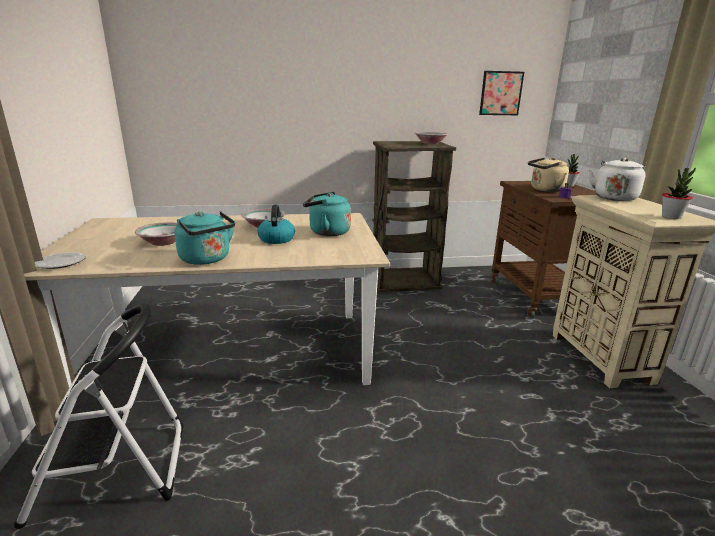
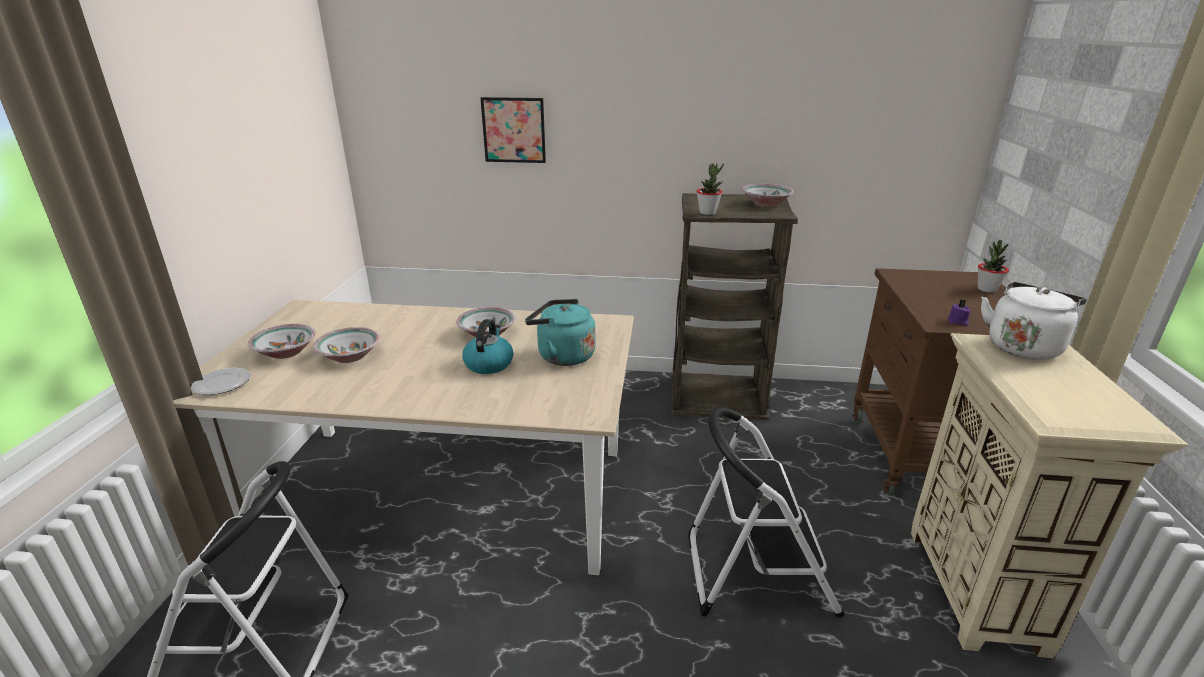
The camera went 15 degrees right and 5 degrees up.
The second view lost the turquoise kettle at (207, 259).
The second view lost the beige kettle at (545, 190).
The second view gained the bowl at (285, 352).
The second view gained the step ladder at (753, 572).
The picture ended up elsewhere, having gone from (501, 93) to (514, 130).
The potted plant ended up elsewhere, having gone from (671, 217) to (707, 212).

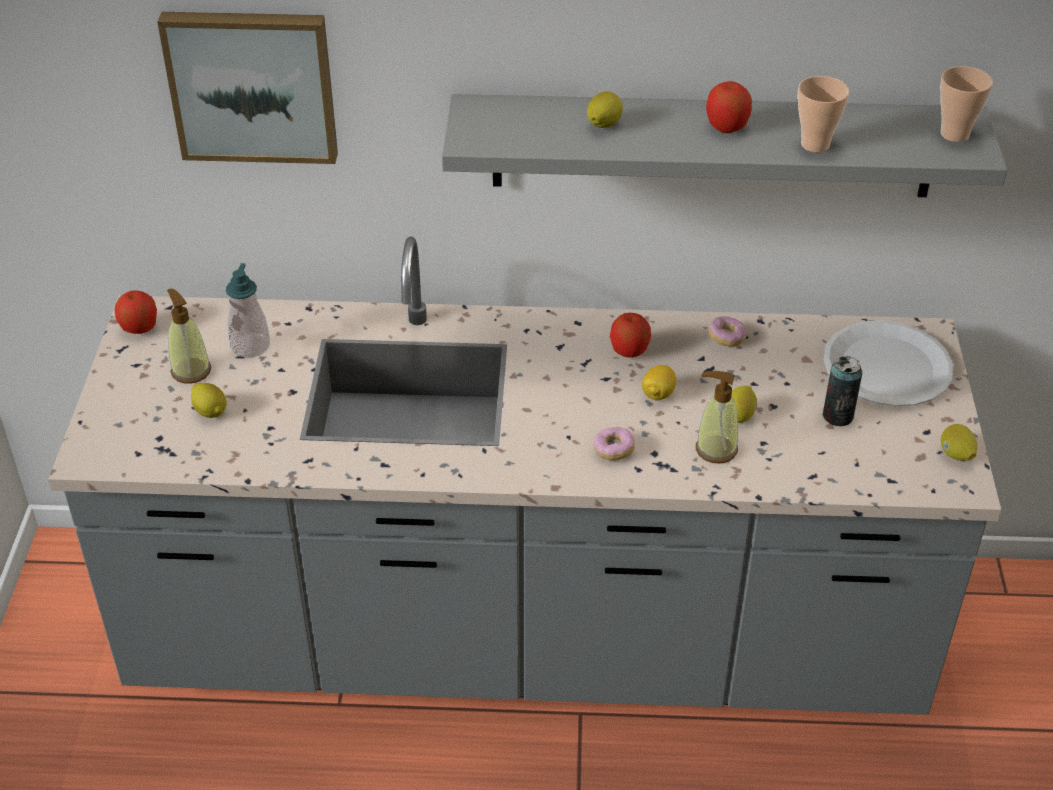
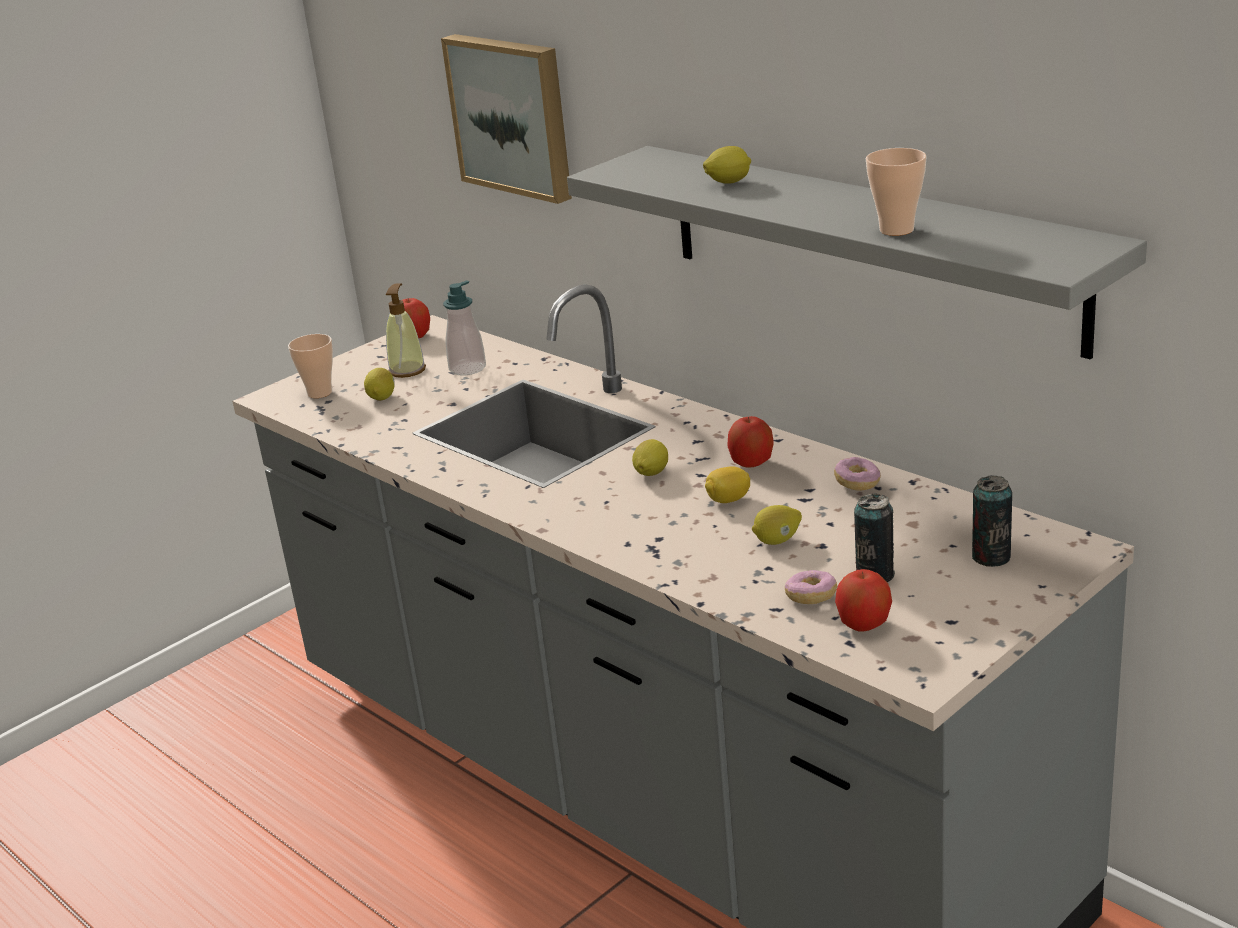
The camera went 45 degrees right and 15 degrees down.
The second view lost the soap dispenser at (715, 449).
The donut ended up elsewhere, having gone from (613, 450) to (811, 597).
The apple ended up elsewhere, having gone from (726, 127) to (864, 624).
The cup ended up elsewhere, having gone from (954, 134) to (320, 393).
The lemon ended up elsewhere, having gone from (955, 455) to (651, 474).
Where the white plate stood at (887, 366), the can came to stand at (991, 557).

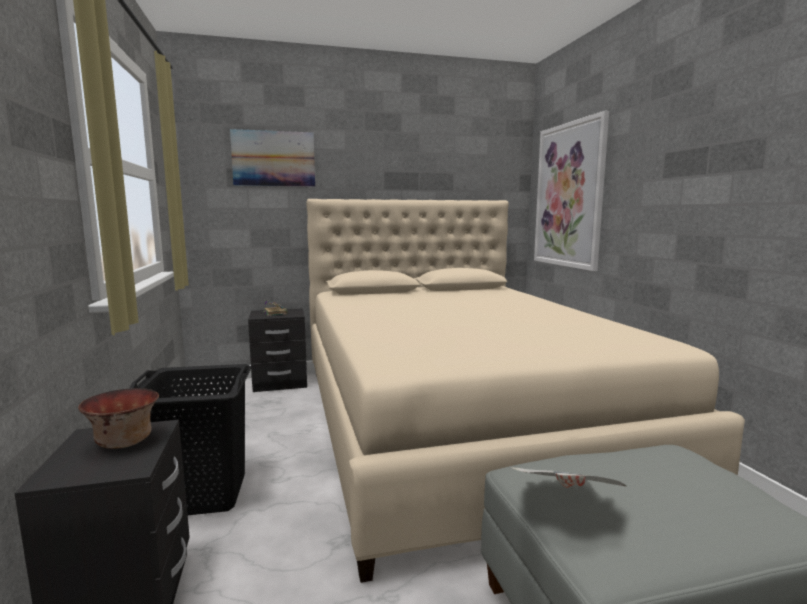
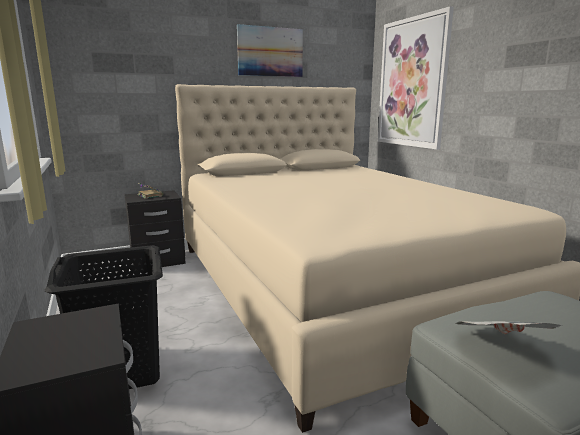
The camera went 10 degrees left and 5 degrees up.
The second view lost the bowl at (123, 442).
The picture ended up elsewhere, having gone from (273, 158) to (270, 52).

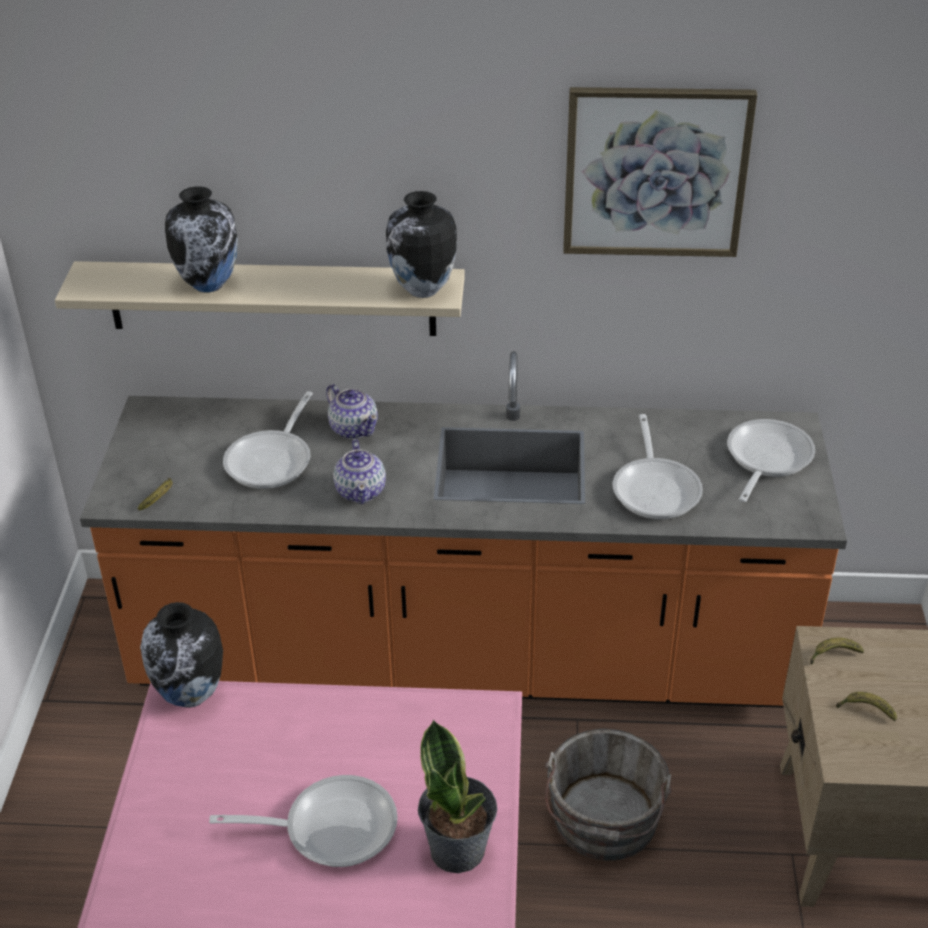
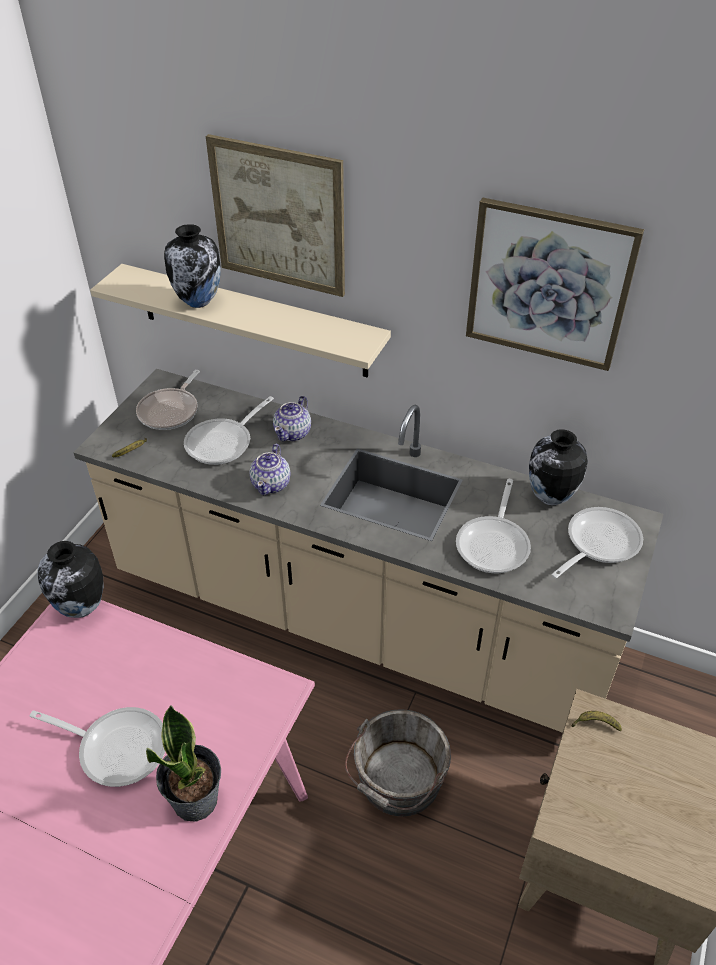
The camera went 20 degrees right and 5 degrees up.
The second view lost the banana at (866, 710).
The second view gained the frying pan at (170, 411).
The second view gained the picture at (278, 217).
The vase ended up elsewhere, having gone from (422, 290) to (550, 498).
What was the orange counter at (466, 659) turned into the beige counter at (358, 618).
The teapot at (353, 428) ended up facing another way, 45 degrees clockwise from before.

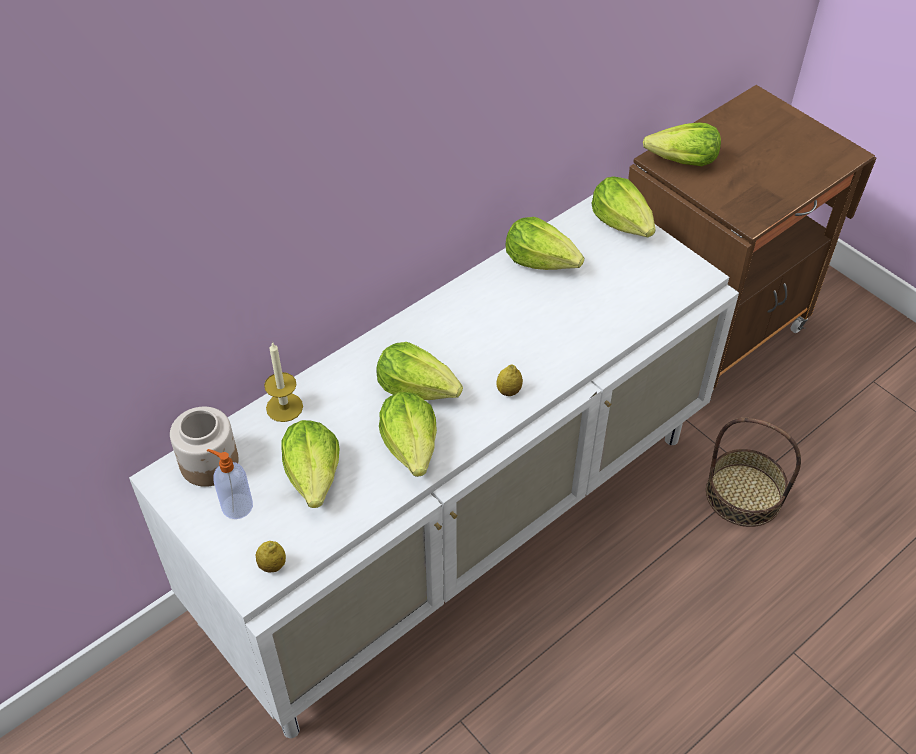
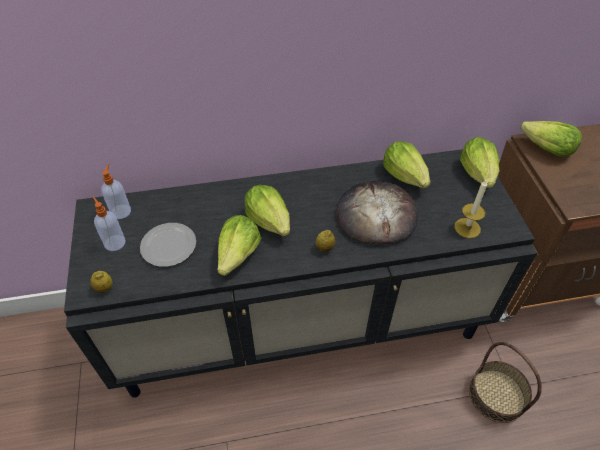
The camera went 30 degrees right and 0 degrees up.
The second view gained the bread at (376, 215).
The candle ended up elsewhere, having gone from (284, 407) to (467, 228).
Where the jar stood at (209, 463), the soap dispenser came to stand at (121, 211).
Where the lettuce stood at (314, 476), the plate came to stand at (169, 246).
What was the white cabinet at (457, 529) turned into the black cabinet at (300, 324).

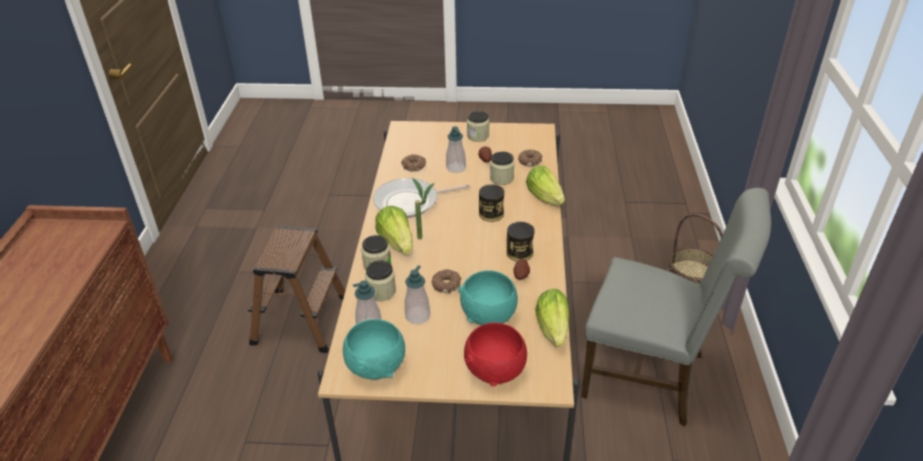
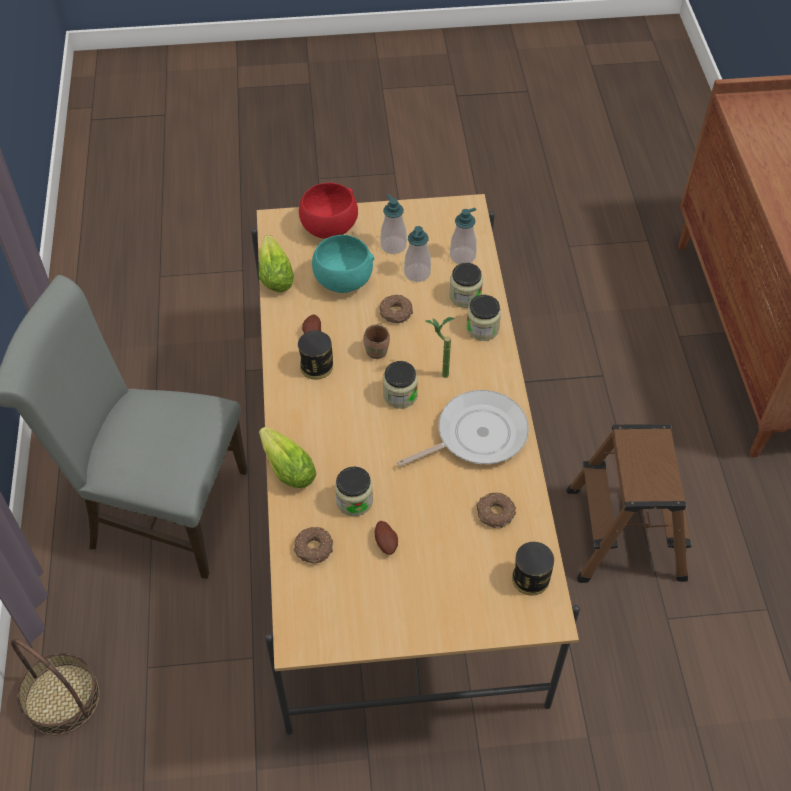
The camera went 170 degrees right and 15 degrees up.
The second view lost the turquoise bowl at (377, 366).
The second view lost the lettuce at (397, 242).
The second view gained the brown mug at (378, 351).
The soap dispenser ended up elsewhere, having gone from (456, 168) to (393, 245).
The jar ended up elsewhere, having gone from (478, 136) to (400, 395).
The can ended up elsewhere, having gone from (491, 214) to (530, 578).

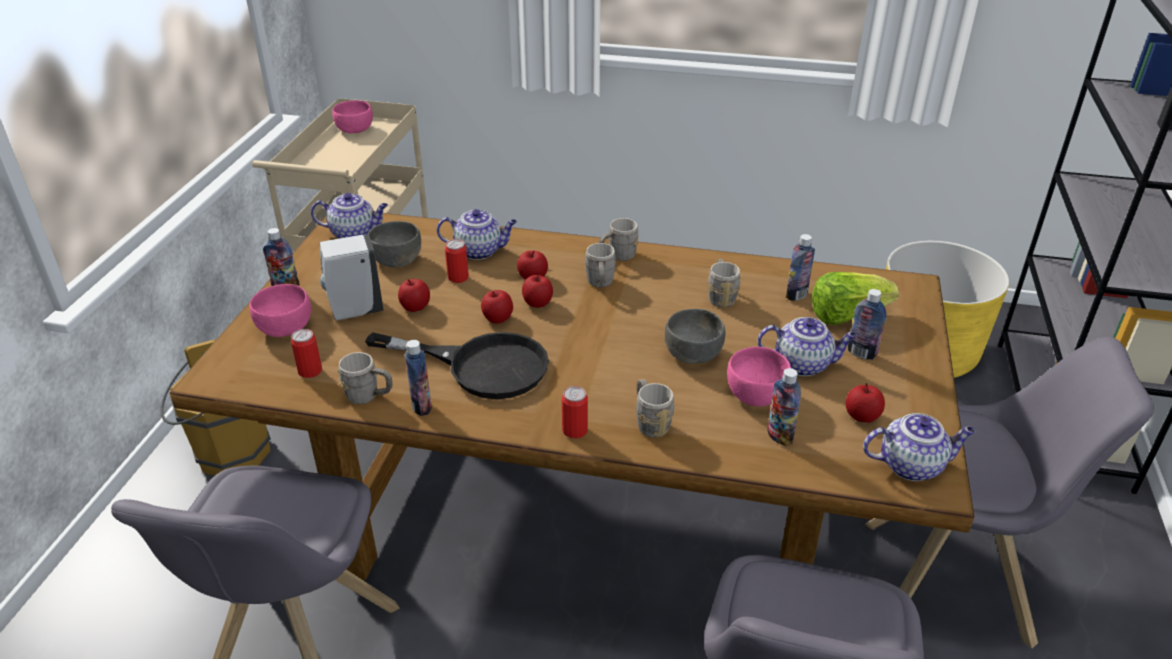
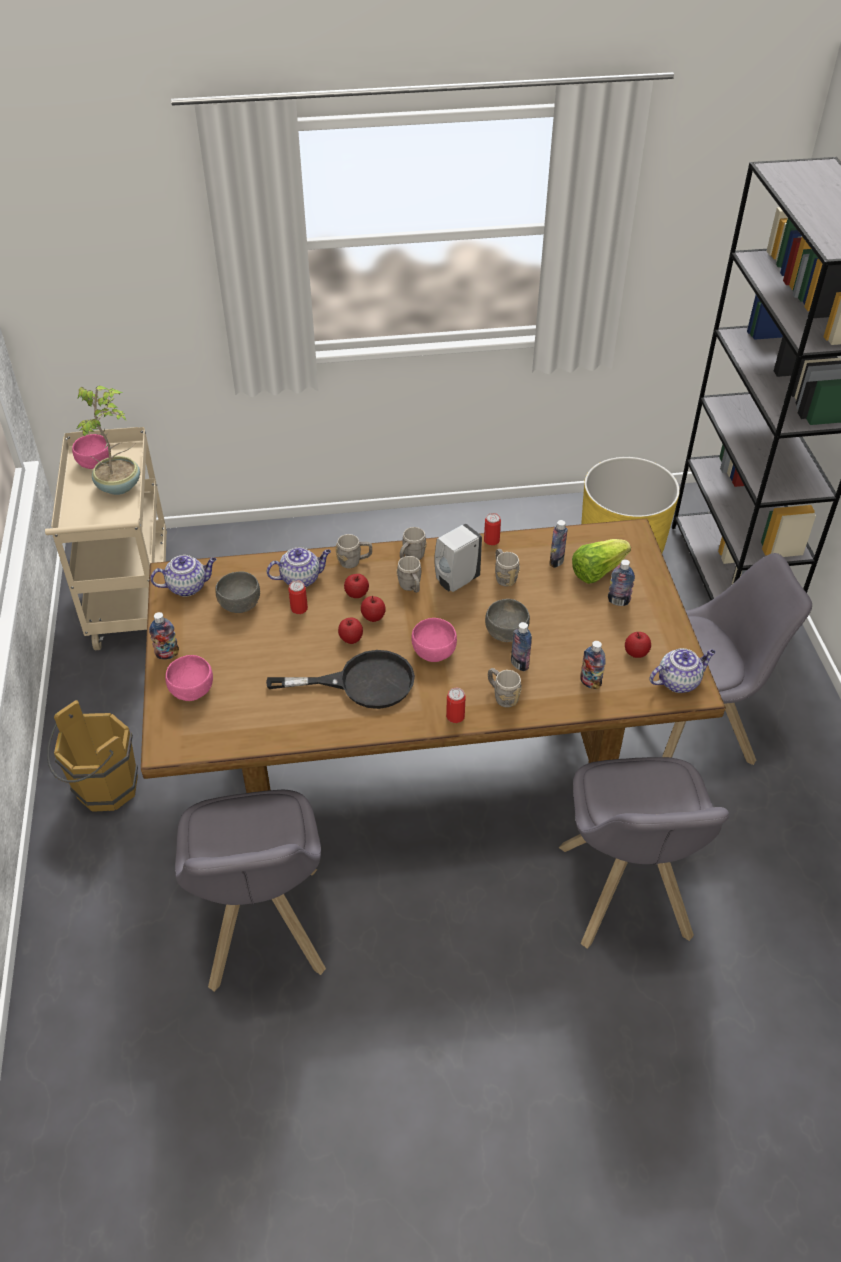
The camera went 20 degrees left and 10 degrees up.
The second view lost the apple at (415, 307).
The second view lost the teapot at (803, 364).
The second view gained the potted plant at (120, 486).
The can ended up elsewhere, having gone from (310, 371) to (491, 540).
The white soap dispenser ended up elsewhere, having gone from (354, 311) to (456, 581).
The grey mug ended up elsewhere, having gone from (369, 396) to (354, 561).
The bottle ended up elsewhere, having gone from (421, 406) to (519, 664).
The pink bowl ended up elsewhere, having gone from (756, 395) to (434, 652).

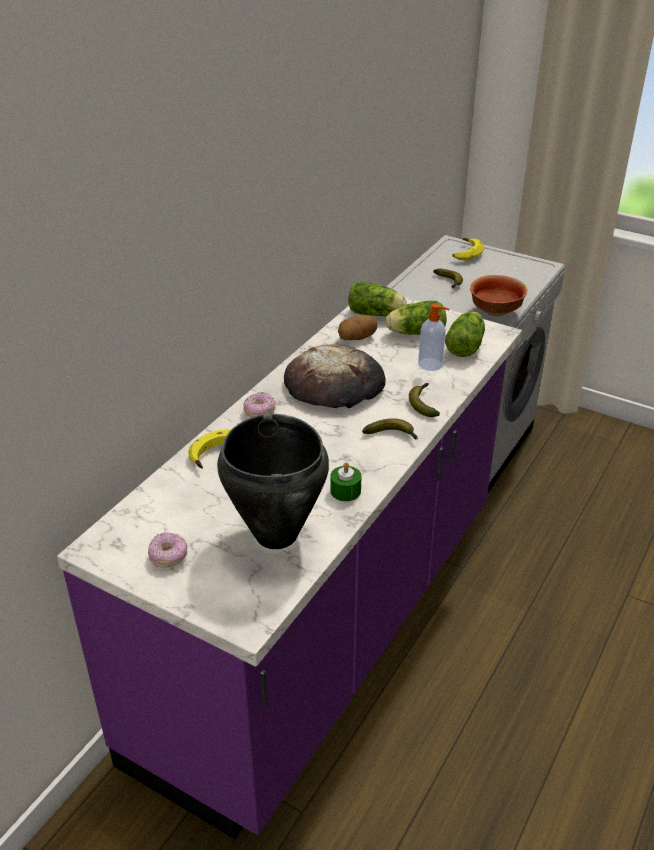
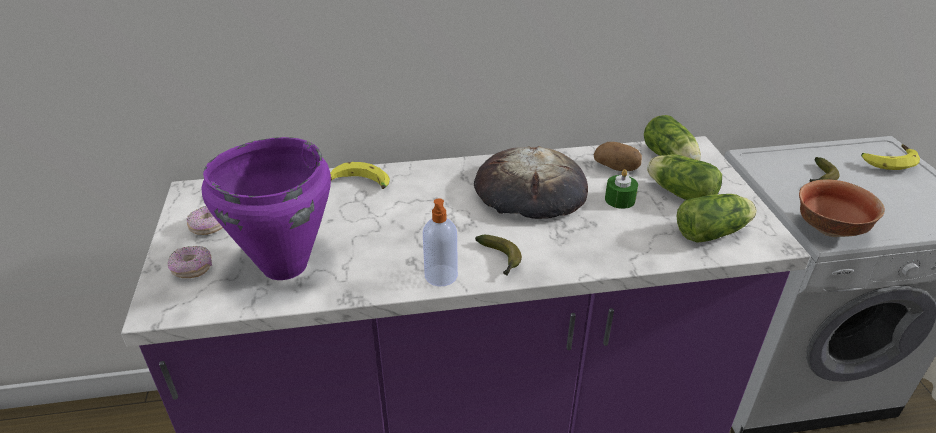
The camera went 50 degrees right and 0 degrees up.
The second view lost the banana at (423, 403).
The donut ended up elsewhere, having gone from (260, 412) to (192, 269).
The green candle ended up elsewhere, having gone from (345, 491) to (620, 199).
The soap dispenser ended up elsewhere, having gone from (431, 365) to (441, 276).
What was the black cooking pot at (275, 535) turned into the purple cooking pot at (283, 265).

